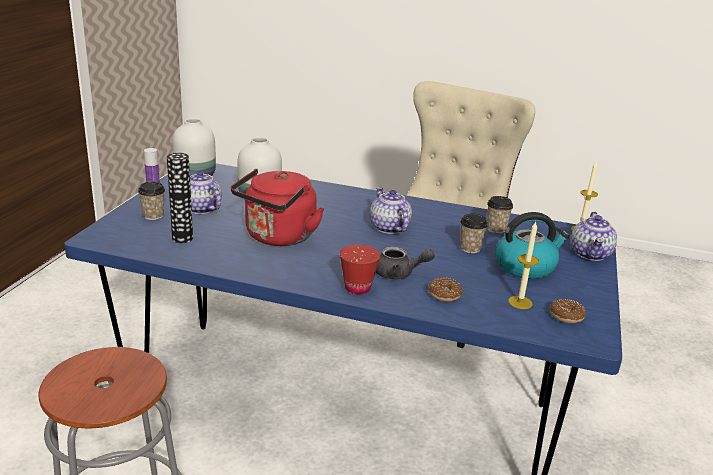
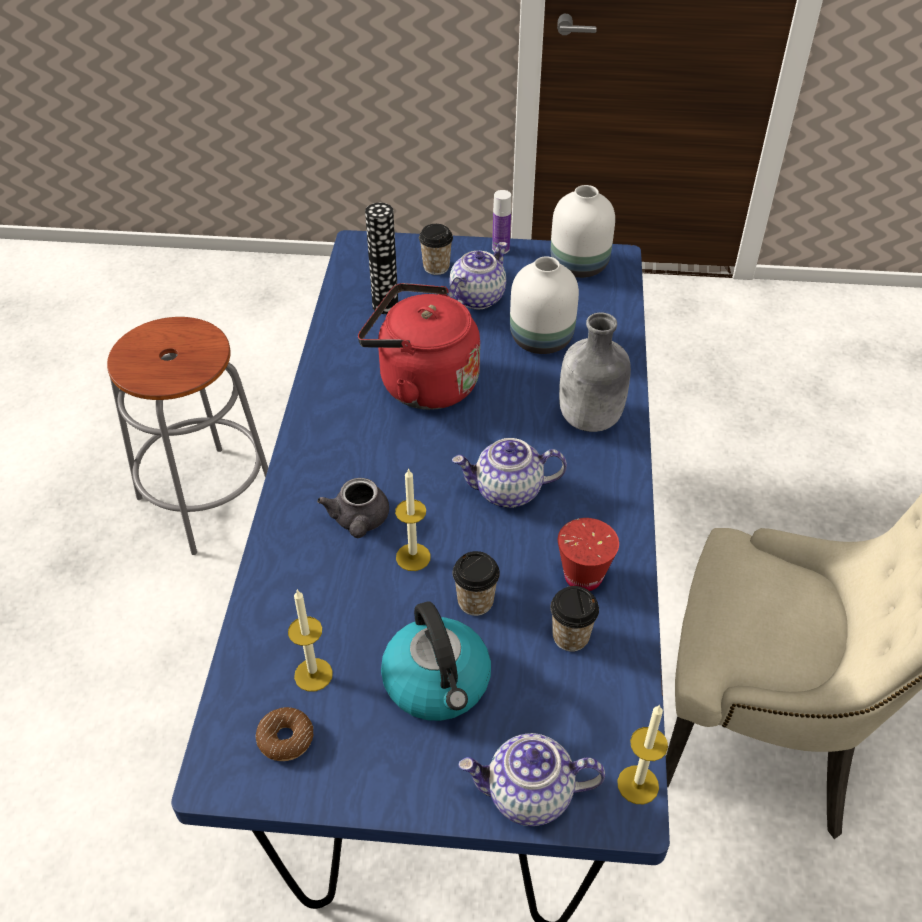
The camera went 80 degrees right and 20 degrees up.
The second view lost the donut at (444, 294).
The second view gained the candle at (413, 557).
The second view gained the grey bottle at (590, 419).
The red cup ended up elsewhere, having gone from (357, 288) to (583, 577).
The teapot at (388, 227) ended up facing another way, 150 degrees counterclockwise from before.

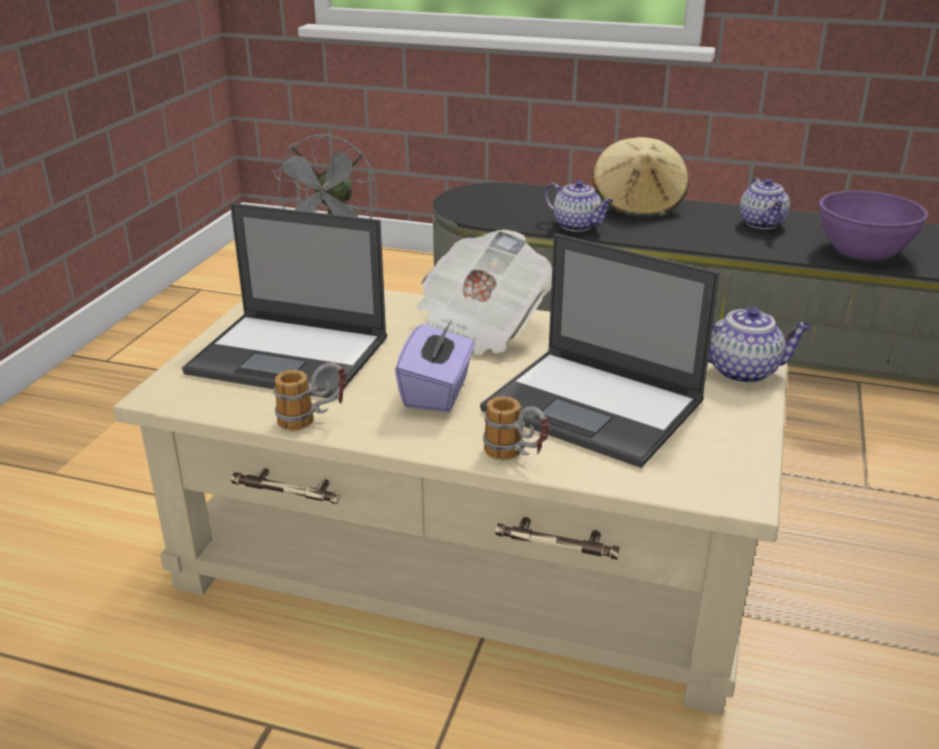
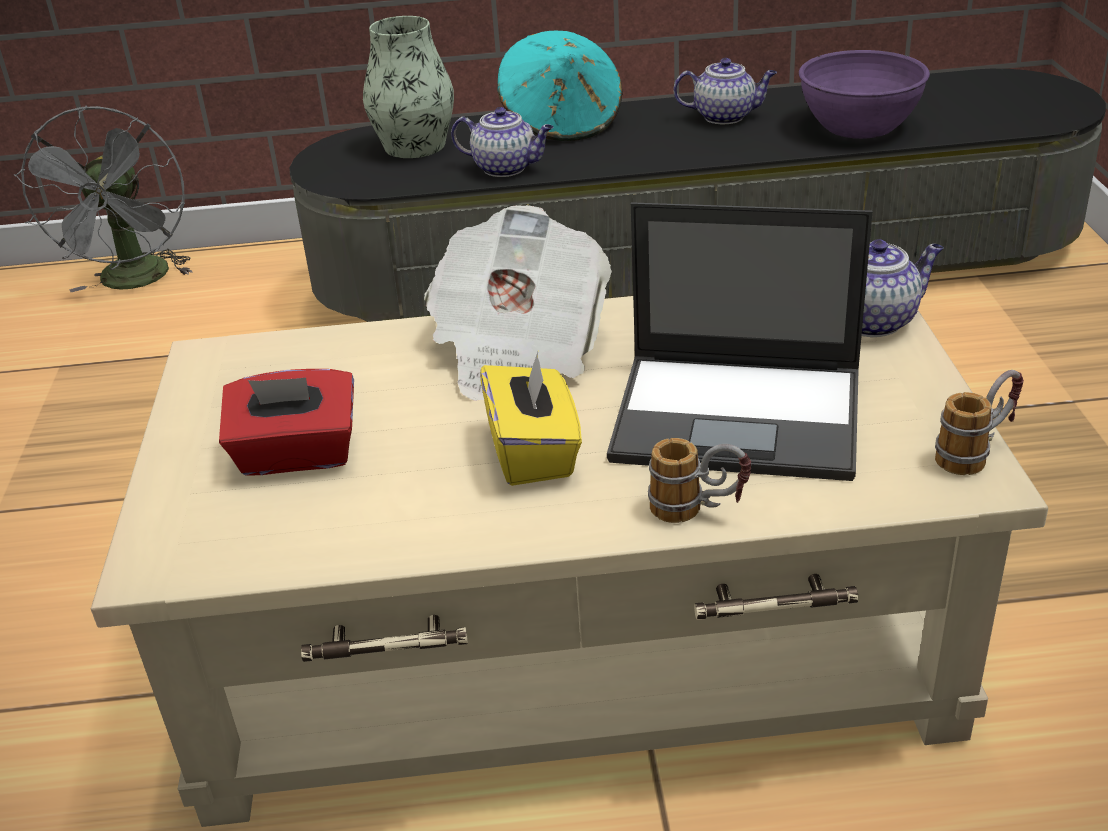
The camera went 20 degrees left and 5 degrees up.
The second view gained the vase at (414, 146).
The mug ended up elsewhere, having gone from (313, 419) to (977, 452).
Where the laptop stood at (291, 355), the red tissue box came to stand at (297, 455).
What was the purple tissue box at (437, 392) turned into the yellow tissue box at (534, 452).
What was the beige hat at (638, 206) turned into the turquoise hat at (562, 123).
The teapot at (762, 224) ended up facing another way, 60 degrees counterclockwise from before.

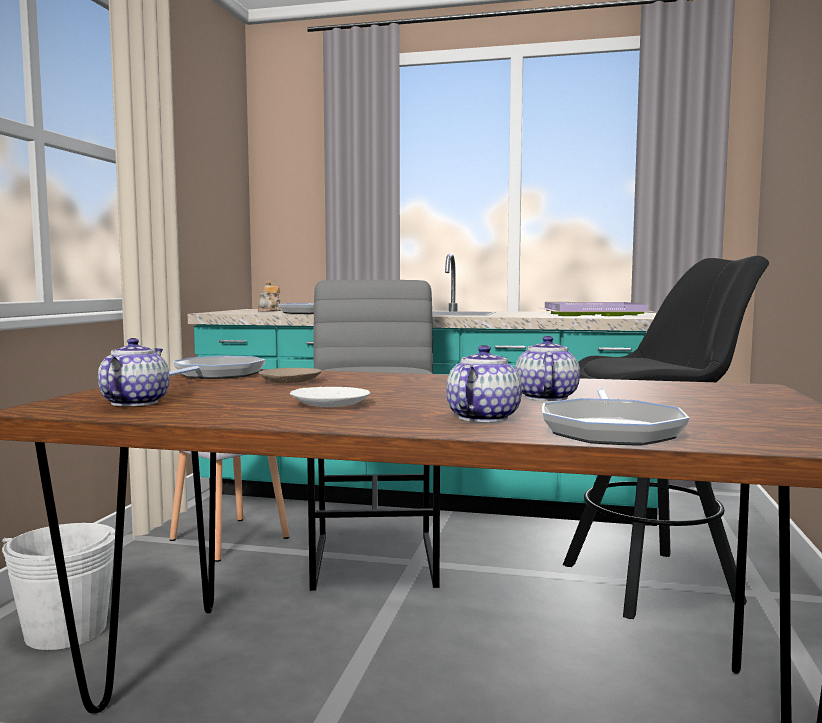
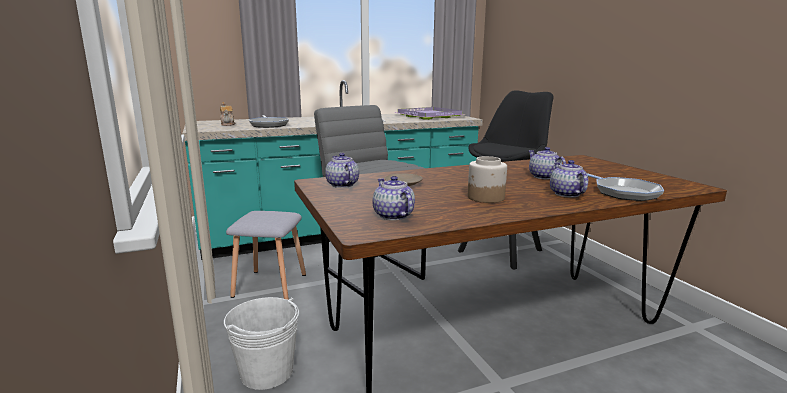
The camera went 35 degrees left and 10 degrees up.
Where the frying pan stood at (216, 375), the teapot came to stand at (342, 185).
Where the white plate stood at (329, 404), the jar came to stand at (485, 198).

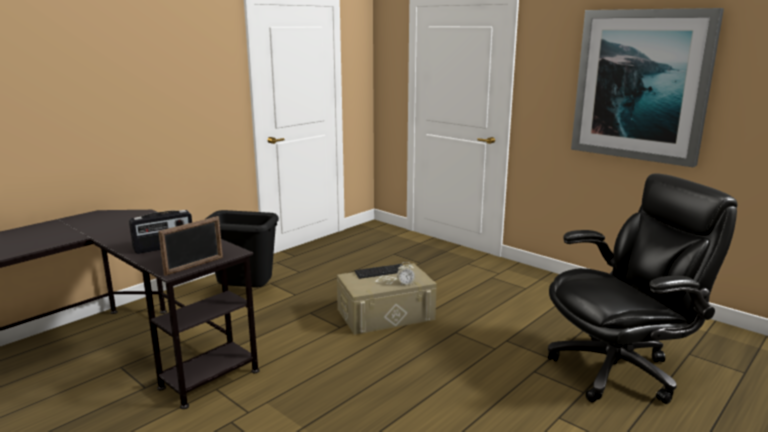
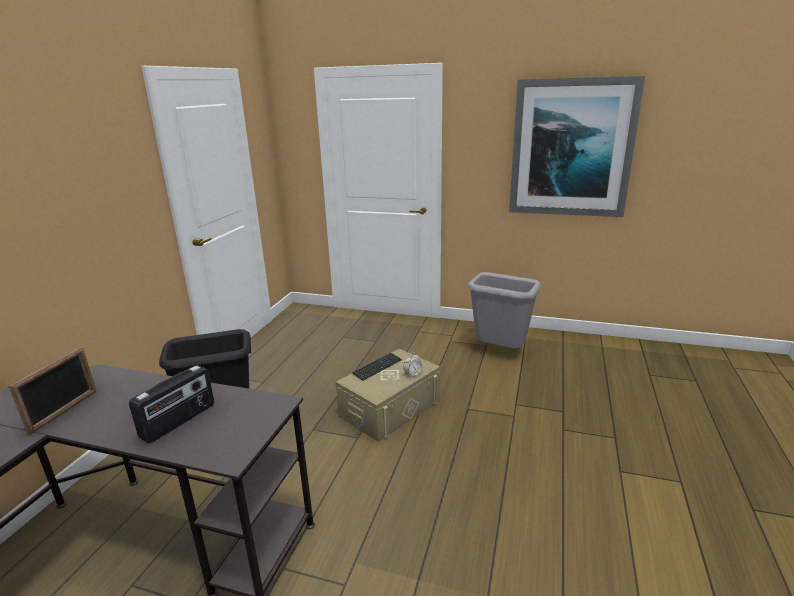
The camera went 25 degrees left and 5 degrees up.
The second view lost the black office chair at (618, 370).
The second view gained the grey trash can at (499, 351).
The picture frame ended up elsewhere, having gone from (194, 266) to (64, 411).

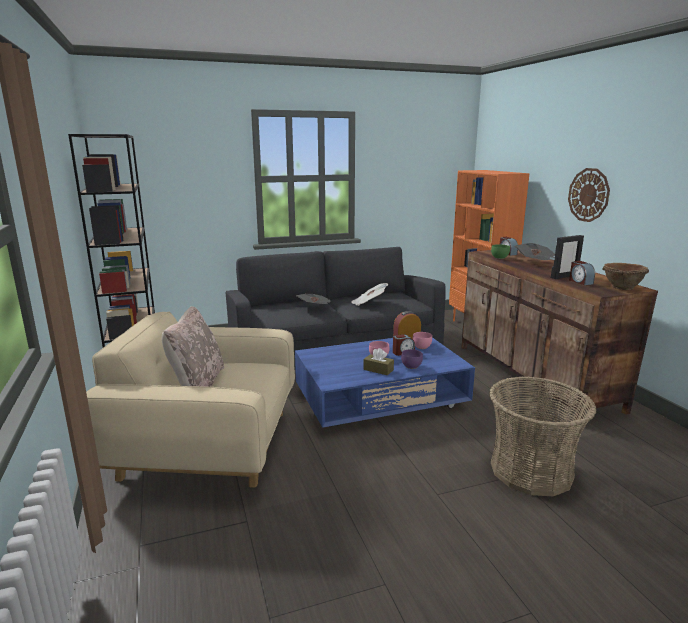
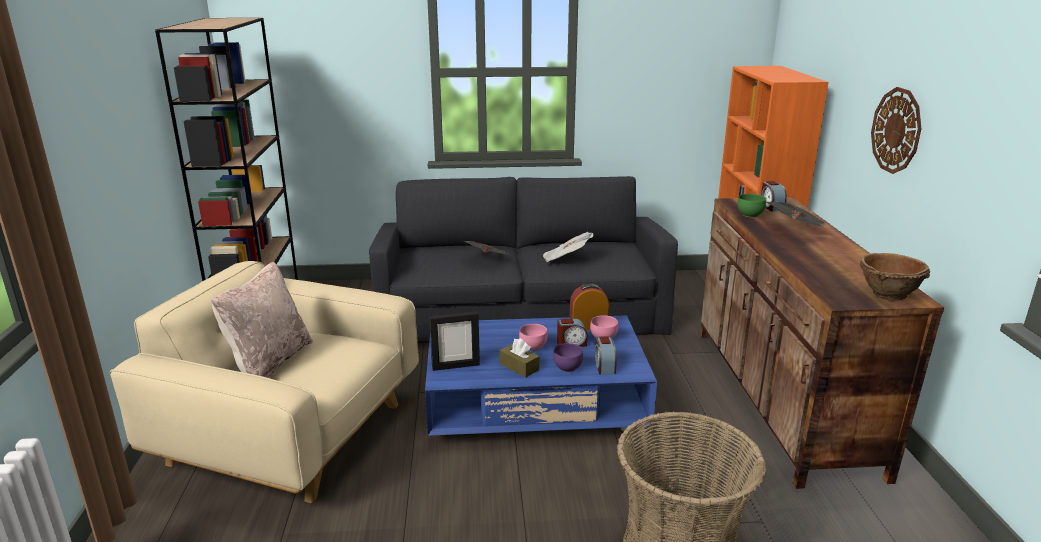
The camera went 15 degrees right and 5 degrees up.
The picture frame ended up elsewhere, having gone from (564, 276) to (455, 366).
The alarm clock ended up elsewhere, having gone from (580, 282) to (604, 366).

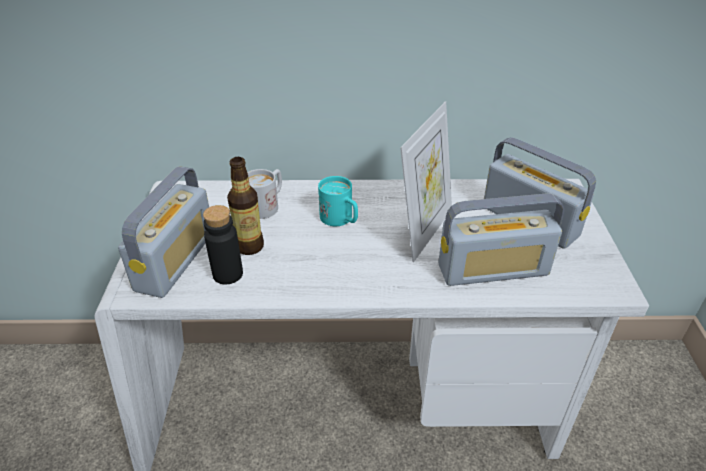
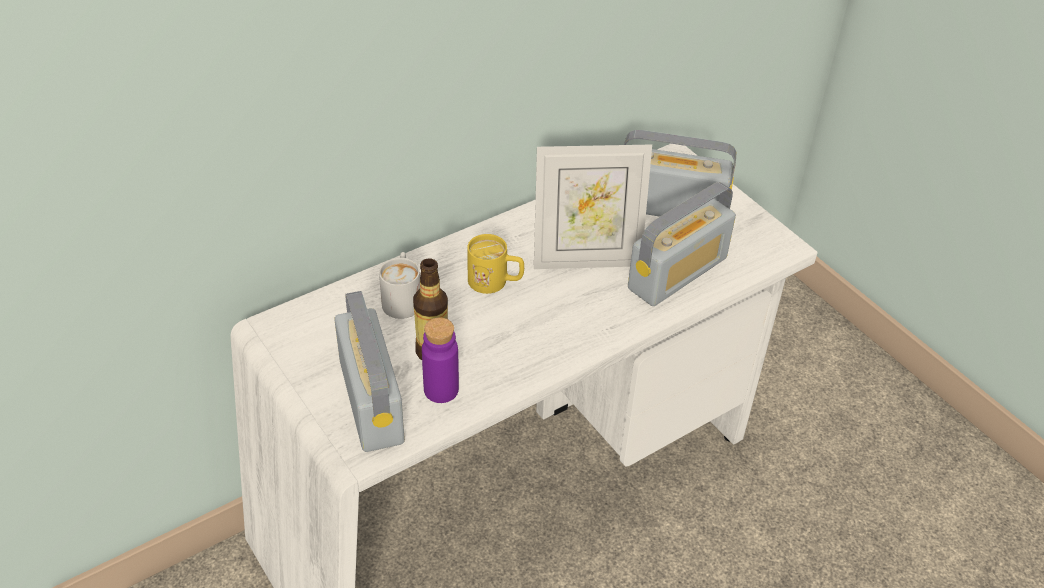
The camera went 35 degrees left and 5 degrees up.
What was the black bottle at (228, 274) turned into the purple bottle at (441, 390).
What was the turquoise mug at (340, 220) turned into the yellow mug at (495, 282).
The picture frame at (424, 231) ended up facing another way, 90 degrees clockwise from before.

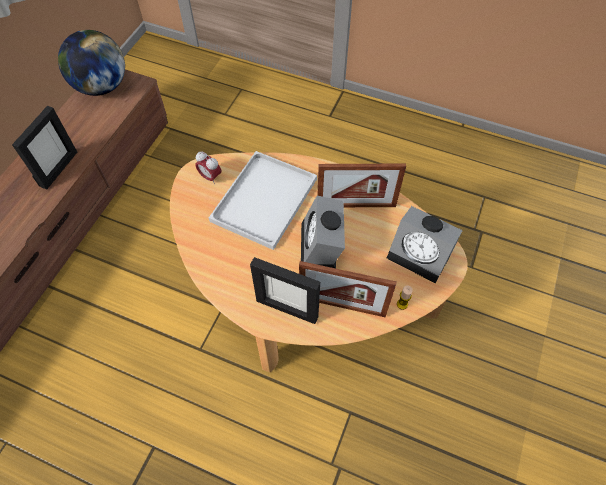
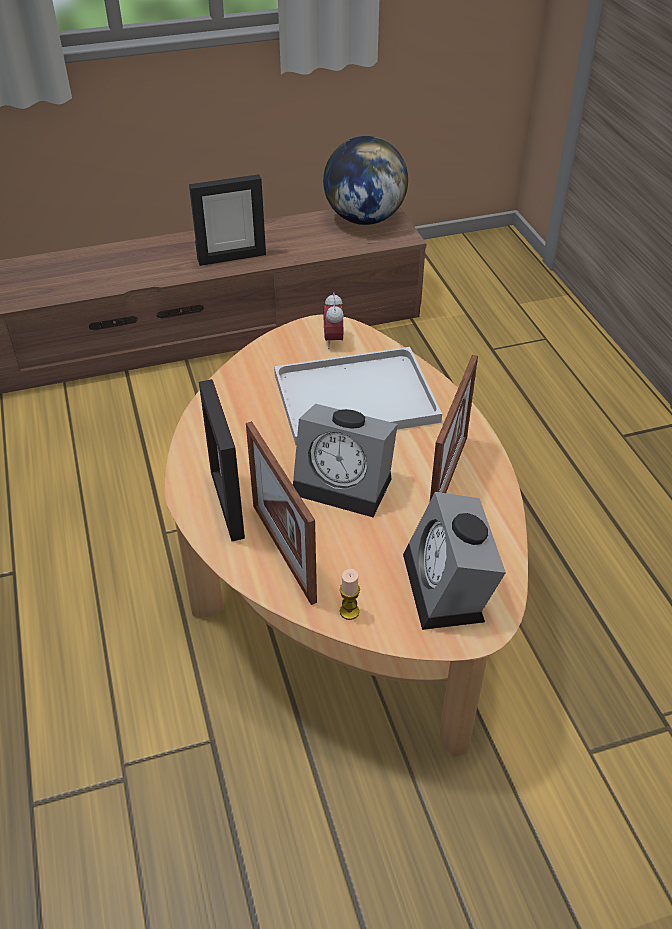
The camera went 50 degrees right and 15 degrees down.
The alarm clock at (321, 247) ended up facing another way, 120 degrees counterclockwise from before.
The picture frame at (356, 205) ended up facing another way, 120 degrees counterclockwise from before.

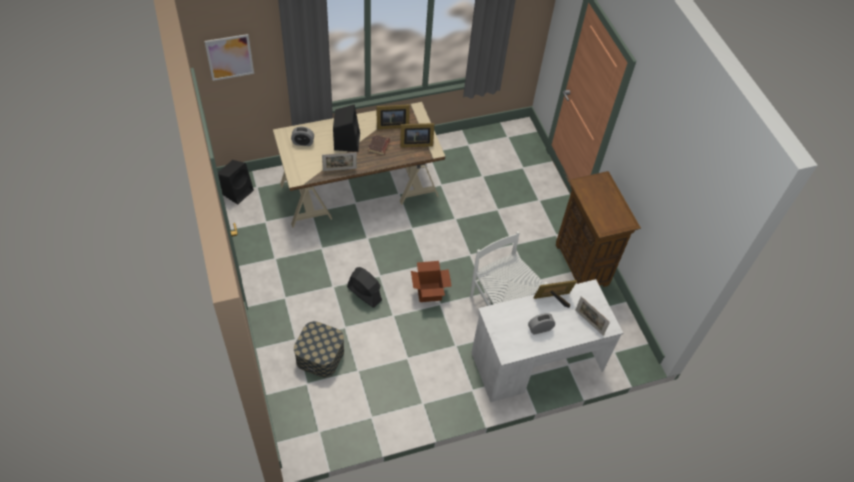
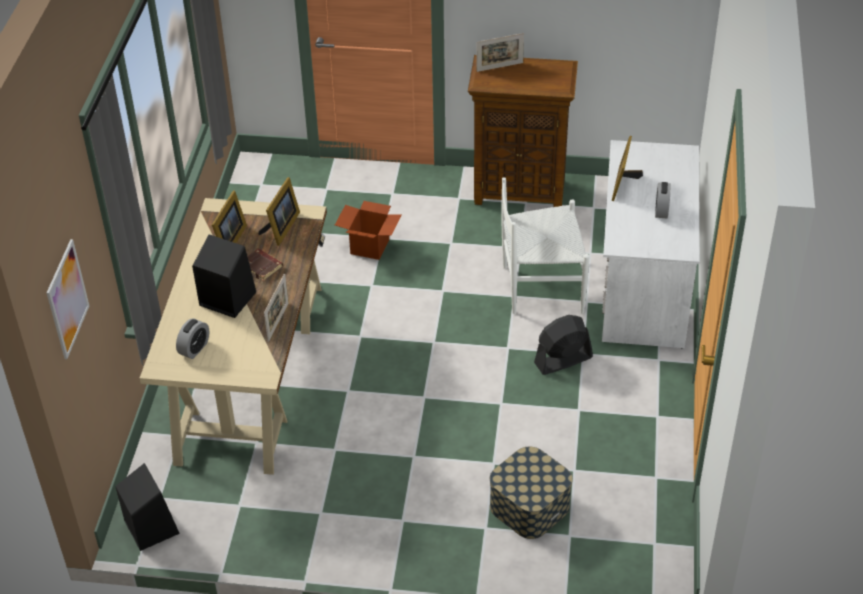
The camera went 60 degrees left and 10 degrees down.
The black fan ended up elsewhere, having gone from (364, 293) to (563, 360).
The cardboard box ended up elsewhere, having gone from (429, 292) to (370, 247).
The picture frame ended up elsewhere, having gone from (589, 322) to (499, 67).

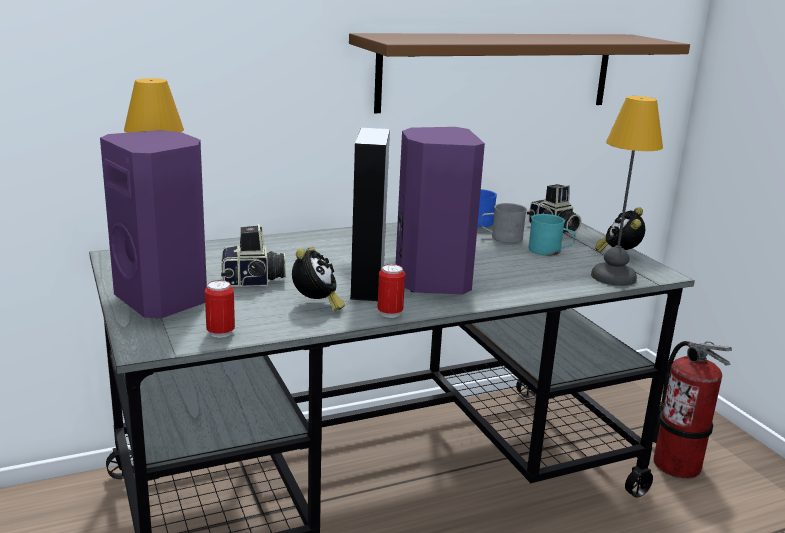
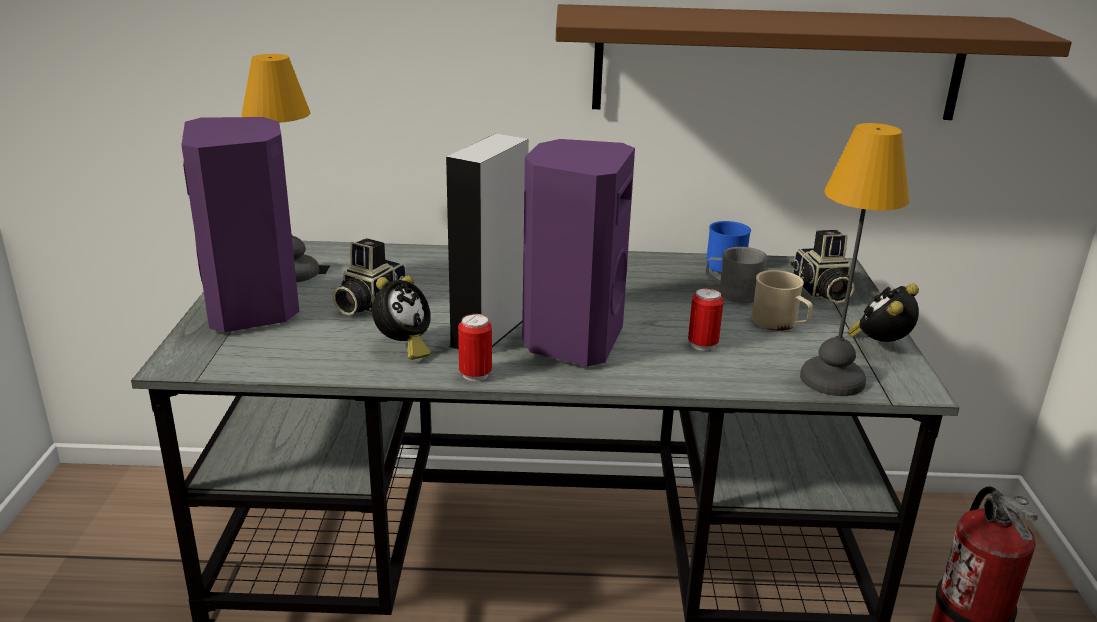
The camera went 25 degrees right and 5 degrees up.
The can ended up elsewhere, having gone from (220, 332) to (702, 345).
What was the turquoise mug at (550, 251) turned into the beige mug at (780, 323).
The photo camera at (253, 281) ended up facing another way, 105 degrees clockwise from before.

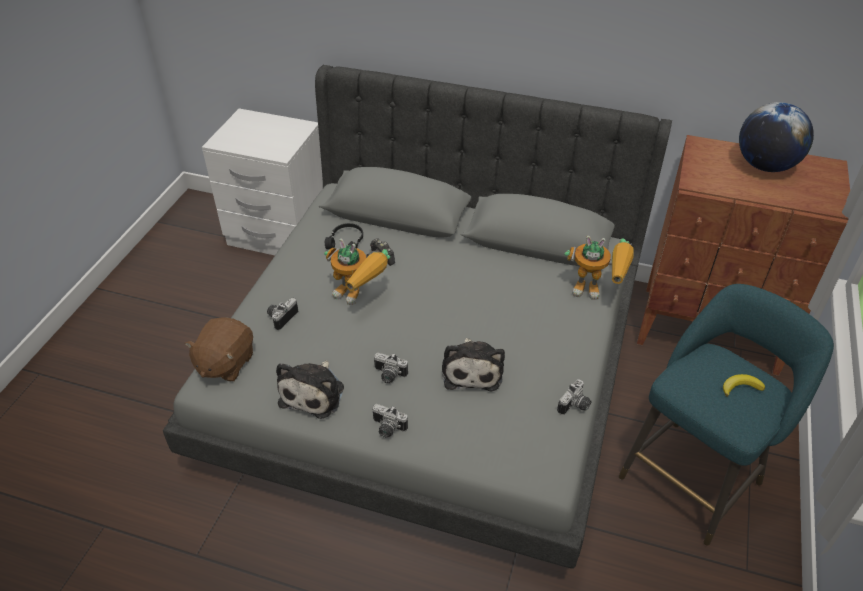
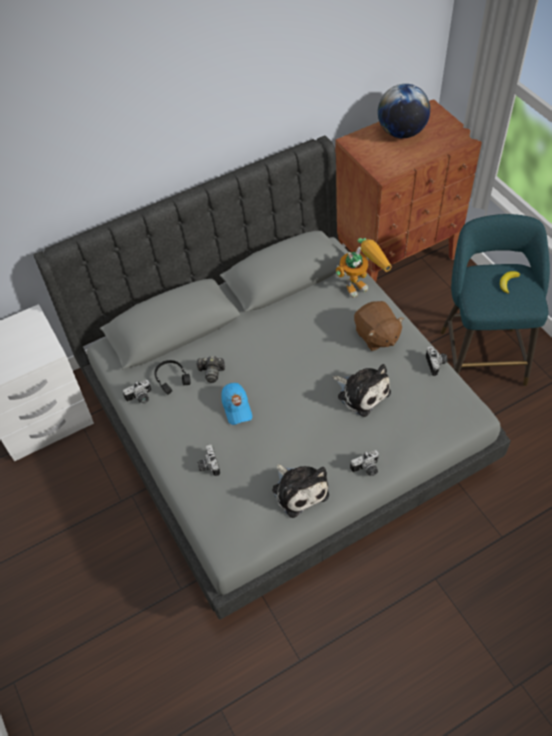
The camera went 45 degrees left and 10 degrees up.
The brown plush toy ended up elsewhere, having gone from (225, 363) to (376, 336).
The photo camera ended up elsewhere, having gone from (388, 375) to (140, 398).
Where the toy robot stood at (359, 297), the blue cap came to stand at (236, 407).

